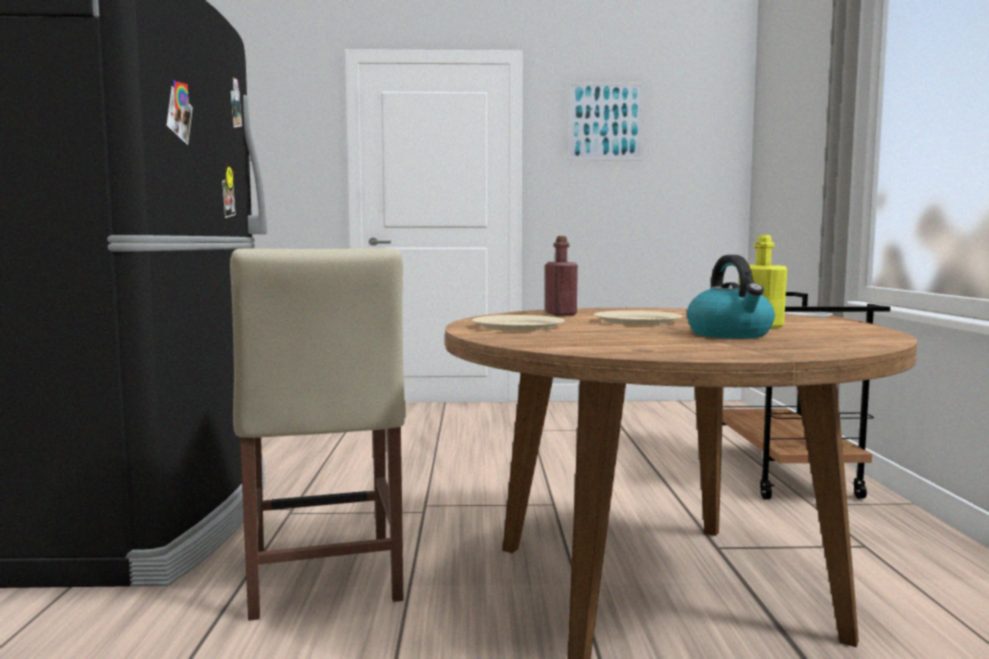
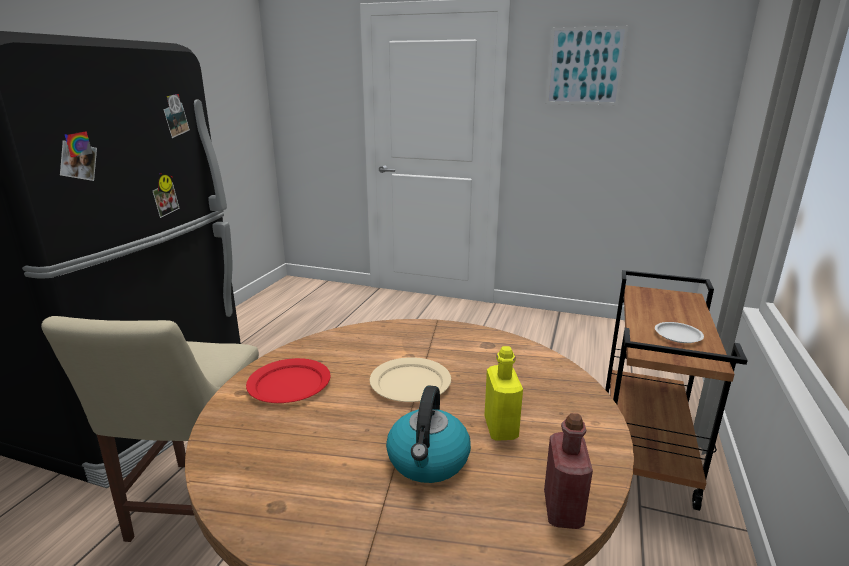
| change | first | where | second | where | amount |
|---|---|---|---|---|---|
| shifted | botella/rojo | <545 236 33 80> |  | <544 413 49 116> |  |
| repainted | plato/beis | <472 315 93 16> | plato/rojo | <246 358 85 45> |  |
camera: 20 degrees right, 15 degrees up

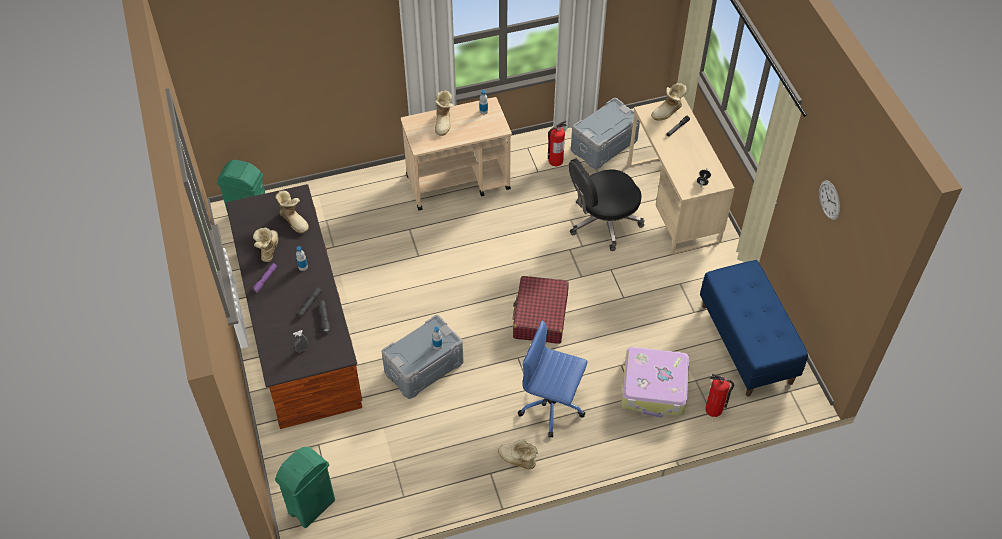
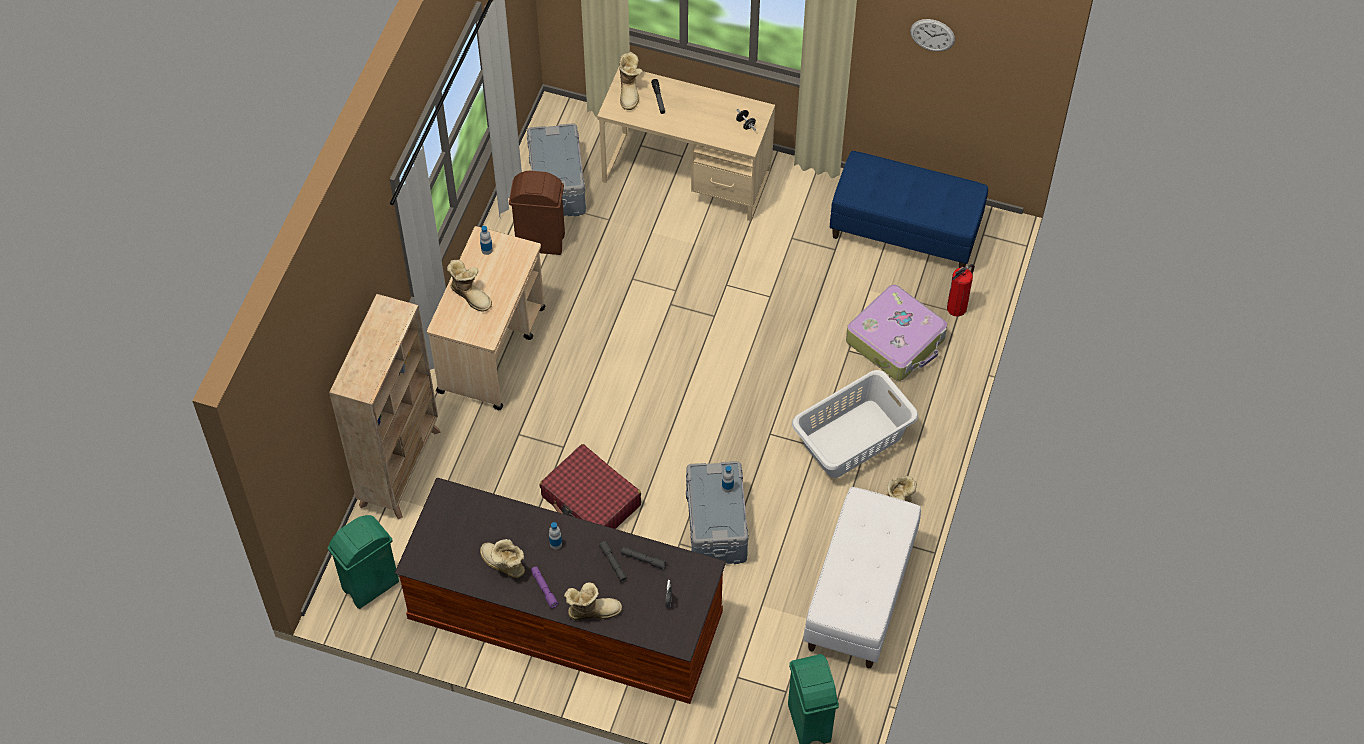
| change | first | where | second | where | amount |
|---|---|---|---|---|---|
| swapped | extintor | <548 120 19 46> | papelera/marrón | <509 171 56 84> |  |
| gone | silla de oficina/negro | <569 159 76 92> |  |  |  |
| shifted | bota | <275 191 34 43> |  | <564 583 58 37> |  |
| shifted | maleta/rojo | <512 276 57 68> |  | <540 444 101 85> |  |
| swapped | silla de oficina/azul | <518 321 70 117> | cesto de la ropa/blanco | <792 370 126 108> |  |
| new |  |  | estantería/beis | <329 294 111 225> |  |
| new |  |  | banco/blanco | <803 487 118 181> |  |
camera: 55 degrees left, 5 degrees up

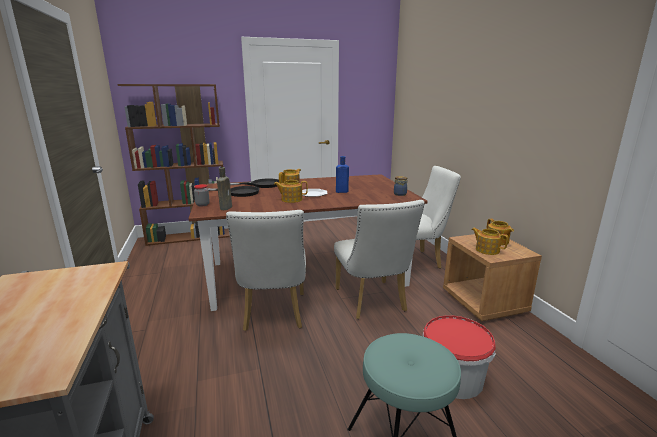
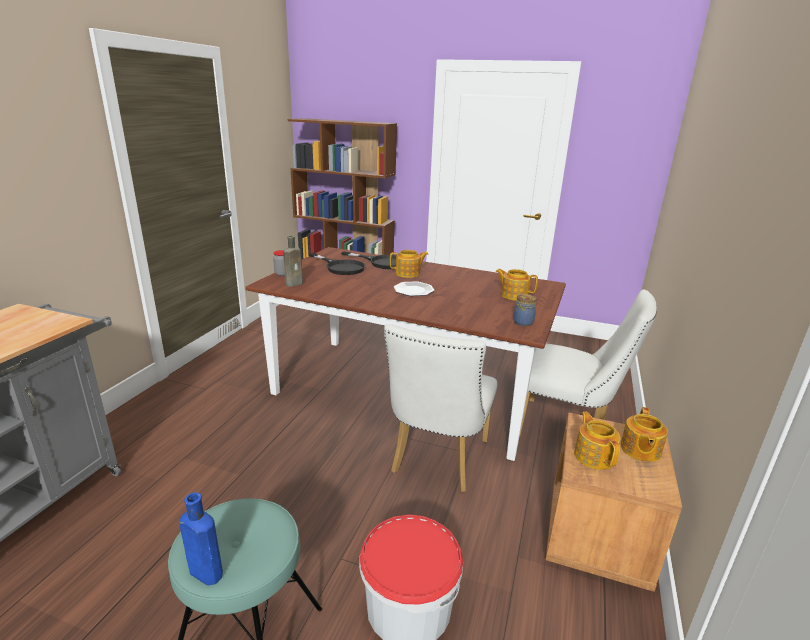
| change | first | where | second | where | amount |
|---|---|---|---|---|---|
| shifted | botella/azul | <336 156 13 37> |  | <179 492 44 94> |  |
| shifted | tetera | <274 180 34 23> |  | <495 269 43 32> |  |
| gone | silla/blanco | <226 210 80 121> |  |  |  |
camera: 35 degrees right, 5 degrees up

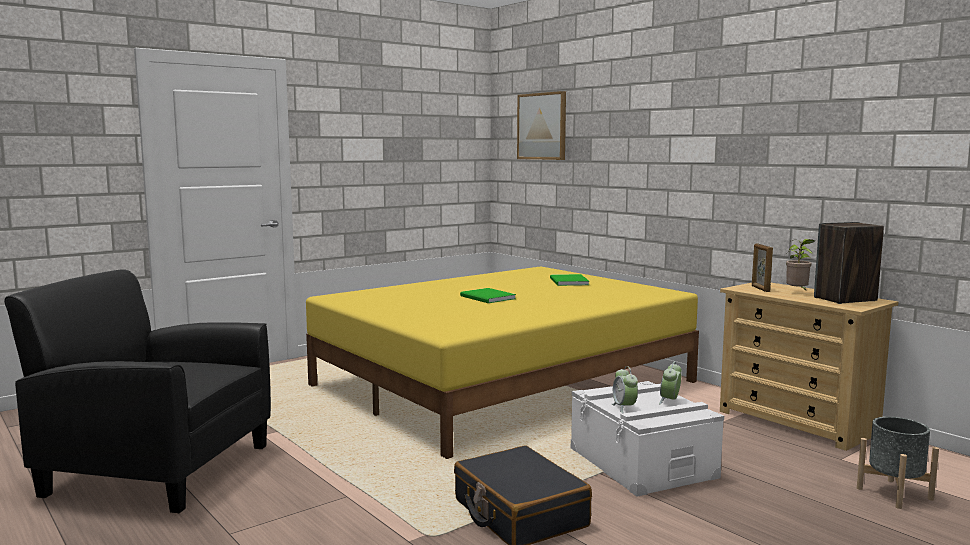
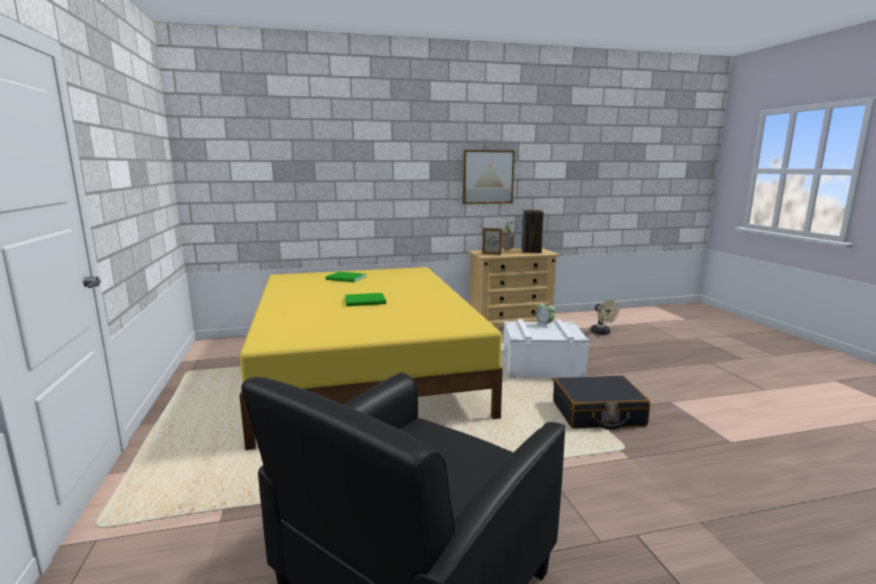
| change | first | where | second | where | amount |
|---|---|---|---|---|---|
| shifted | cuadro | <517 91 49 69> |  | <463 150 52 54> |  |
| gone | despertador | <612 366 26 47> |  |  |  |
| swapped | maceta/gris | <857 417 82 92> | ventilador/beis | <590 299 29 36> |  |
camera: 65 degrees left, 5 degrees up

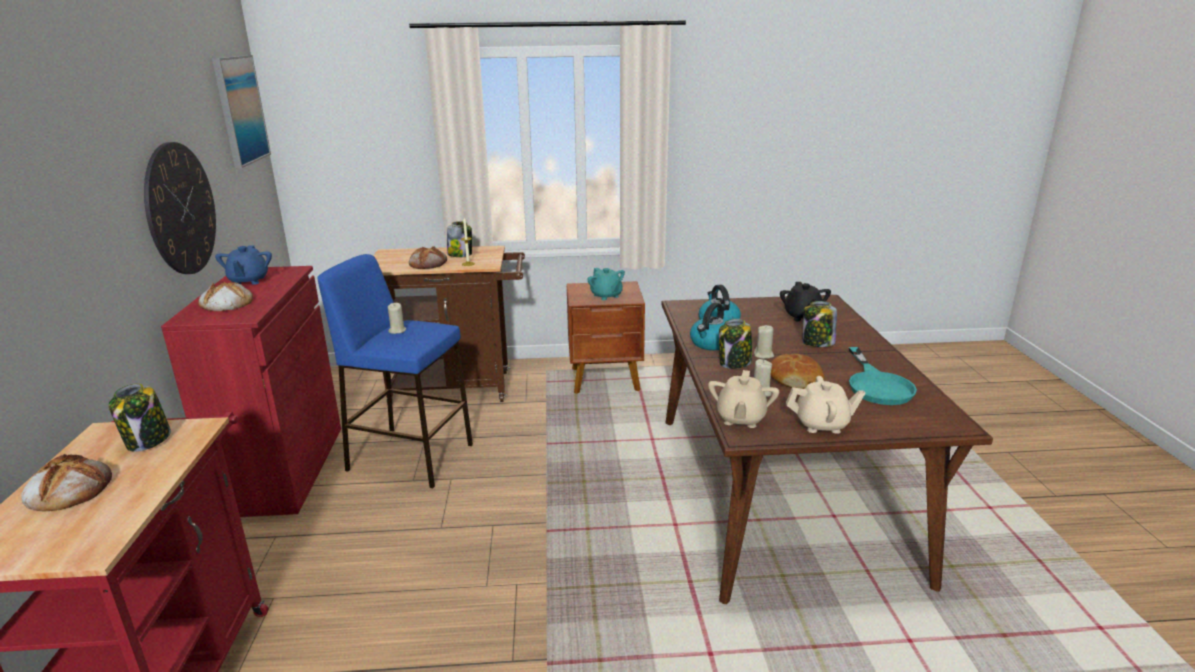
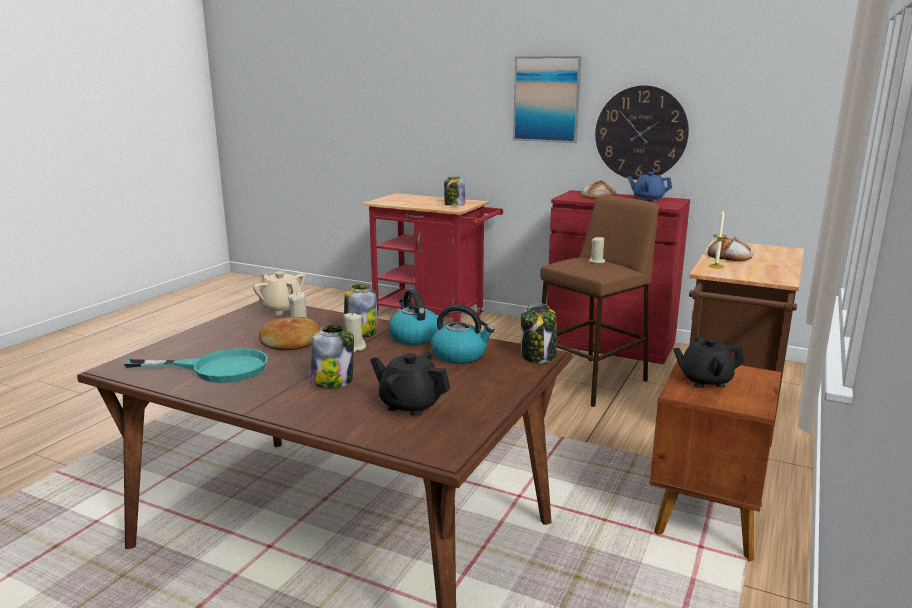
| change | first | where | second | where | amount |
|---|---|---|---|---|---|
| shifted | cuadro | <212 55 59 113> |  | <513 56 69 87> |  |
| shifted | tarro | <447 221 25 36> |  | <521 303 36 60> |  |
| repainted | taburete/azul | <317 254 156 234> | taburete/marrón | <540 196 119 211> |  |
| repainted | tetera/turquesa | <588 268 37 32> | tetera/negro | <673 336 71 52> |  |
| rotated | sartén/turquesa | <849 347 68 58> |  | <124 348 144 35> | 150 degrees clockwise |
| gone | tetera/beis | <786 376 79 58> |  |  |  |
| gone | pan | <21 454 91 57> |  |  |  |
camera: 120 degrees right, 5 degrees down

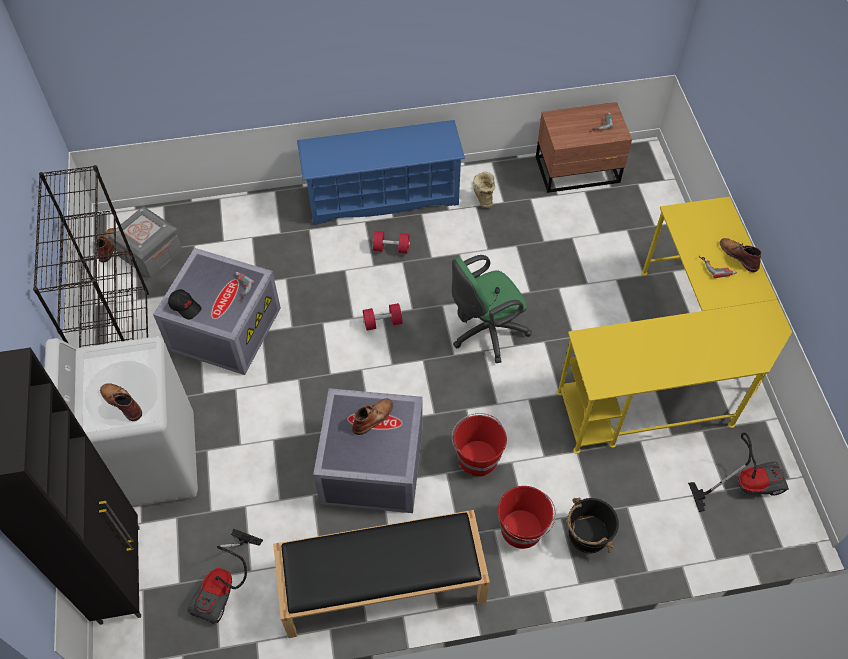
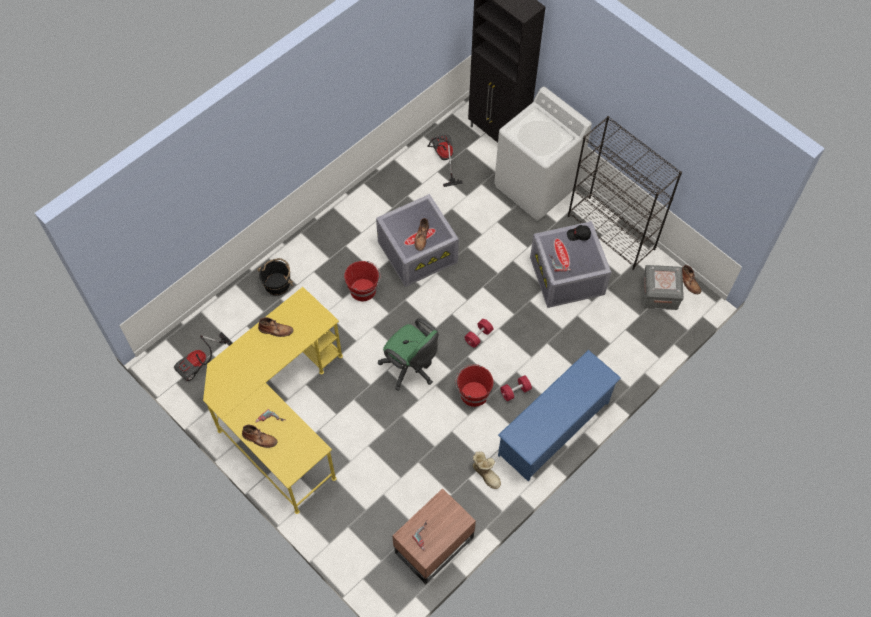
| change | first | where | second | where | amount |
|---|---|---|---|---|---|
| rotated | silla de oficina/verde | <452 255 80 108> |  | <378 318 61 73> | 105 degrees clockwise |
| shifted | bota/marrón | <100 384 42 37> |  | <258 317 35 20> |  |
| shifted | cubo/rojo | <498 486 58 63> |  | <455 364 38 43> |  |
| gone | banco/negro | <273 510 217 128> |  |  |  |
camera: 145 degrees right, 5 degrees up

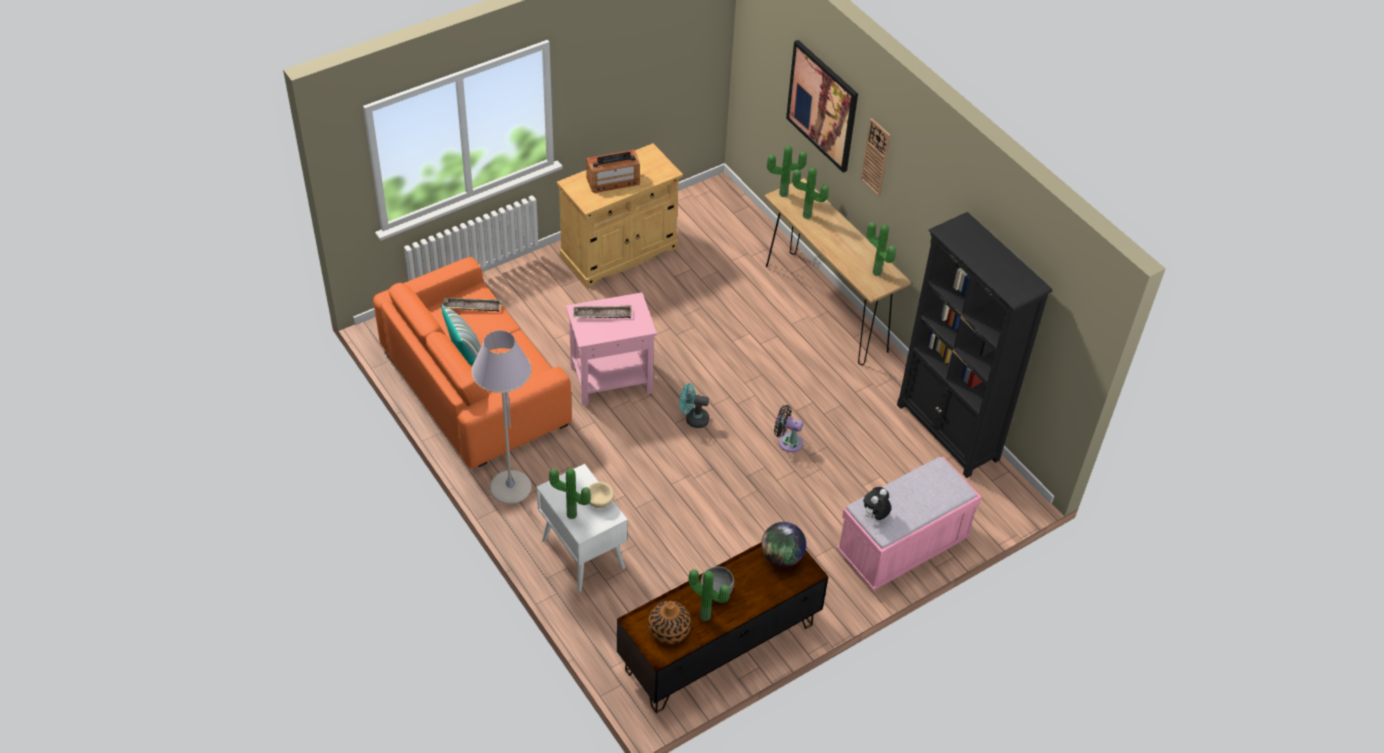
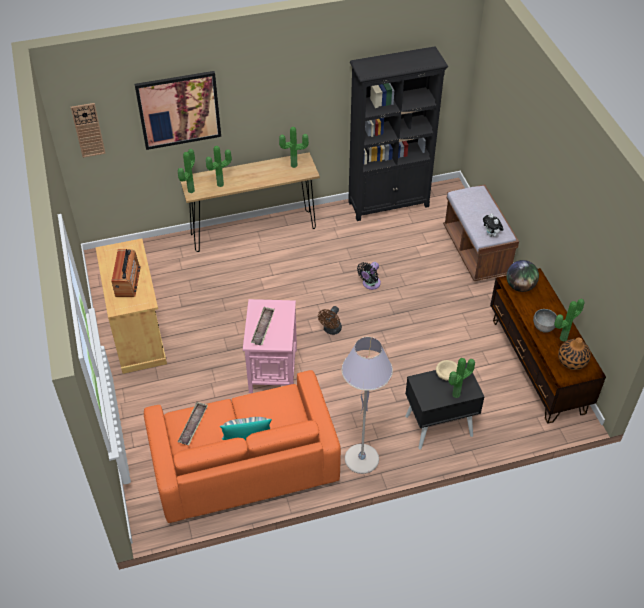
| change | first | where | second | where | amount |
|---|---|---|---|---|---|
| shifted | reloj de pared | <861 118 30 78> |  | <71 103 35 55> |  |
| repainted | ventilador/turquesa | <680 383 29 45> | ventilador/marrón | <318 306 24 29> |  |
| repainted | banco/rosa | <837 457 144 133> | banco/marrón | <443 185 76 96> |  |
| repainted | mesita de noche/blanco | <536 464 92 128> | mesita de noche/negro | <405 363 80 87> |  |
camera: 70 degrees left, 0 degrees up

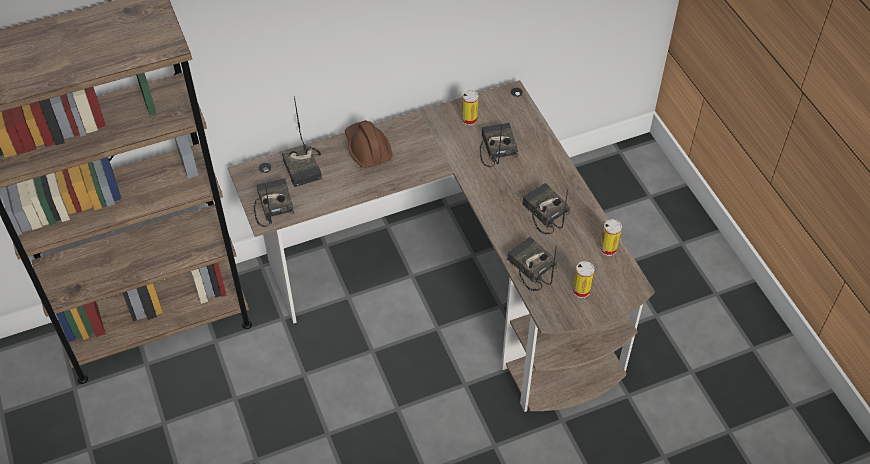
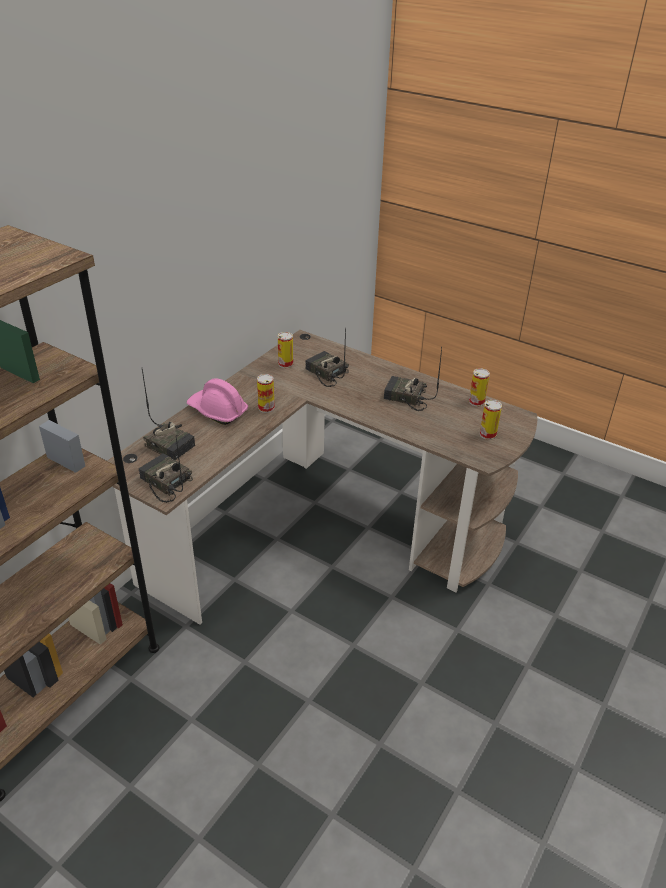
| change | first | where | second | where | amount |
|---|---|---|---|---|---|
| repainted | casco/marrón | <345 120 47 48> | casco/rosa | <187 378 61 47> |  |
| gone | radio | <507 237 51 54> |  |  |  |
| new |  |  | lata | <257 374 18 39> |  |
camera: 35 degrees left, 15 degrees down

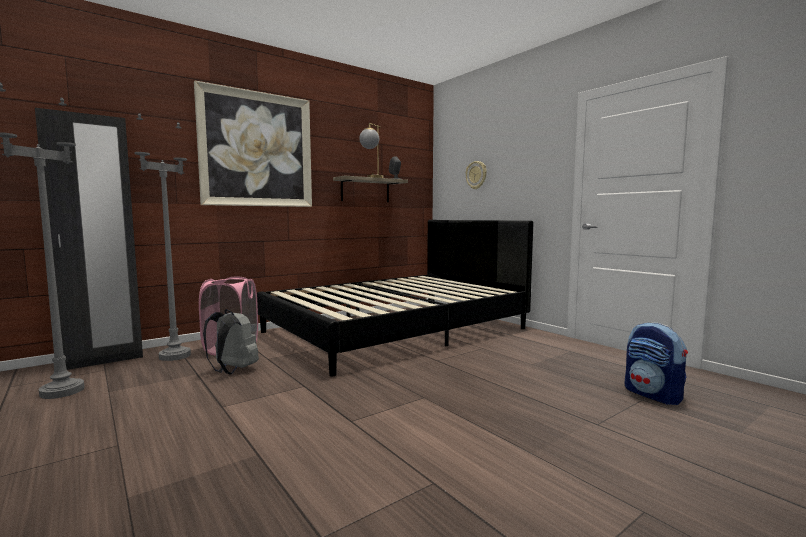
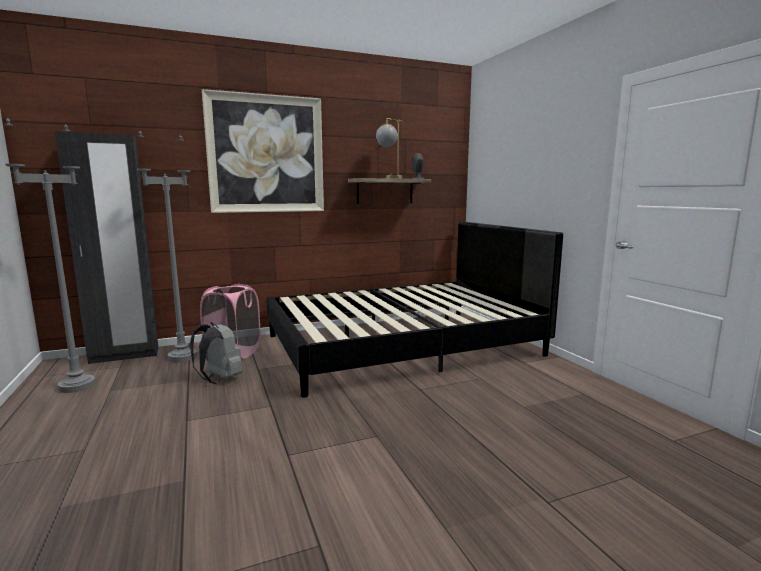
| change | first | where | second | where | amount |
|---|---|---|---|---|---|
| gone | reloj de pared | <466 161 21 28> |  |  |  |
| gone | mochila | <624 322 64 83> |  |  |  |
camera: 15 degrees right, 5 degrees up

